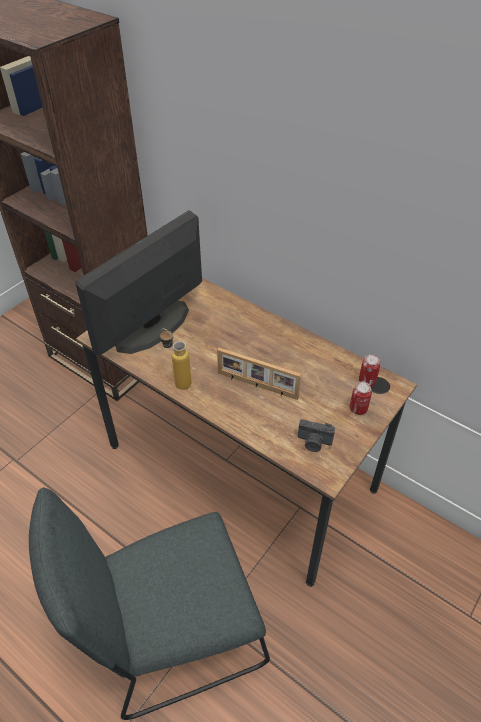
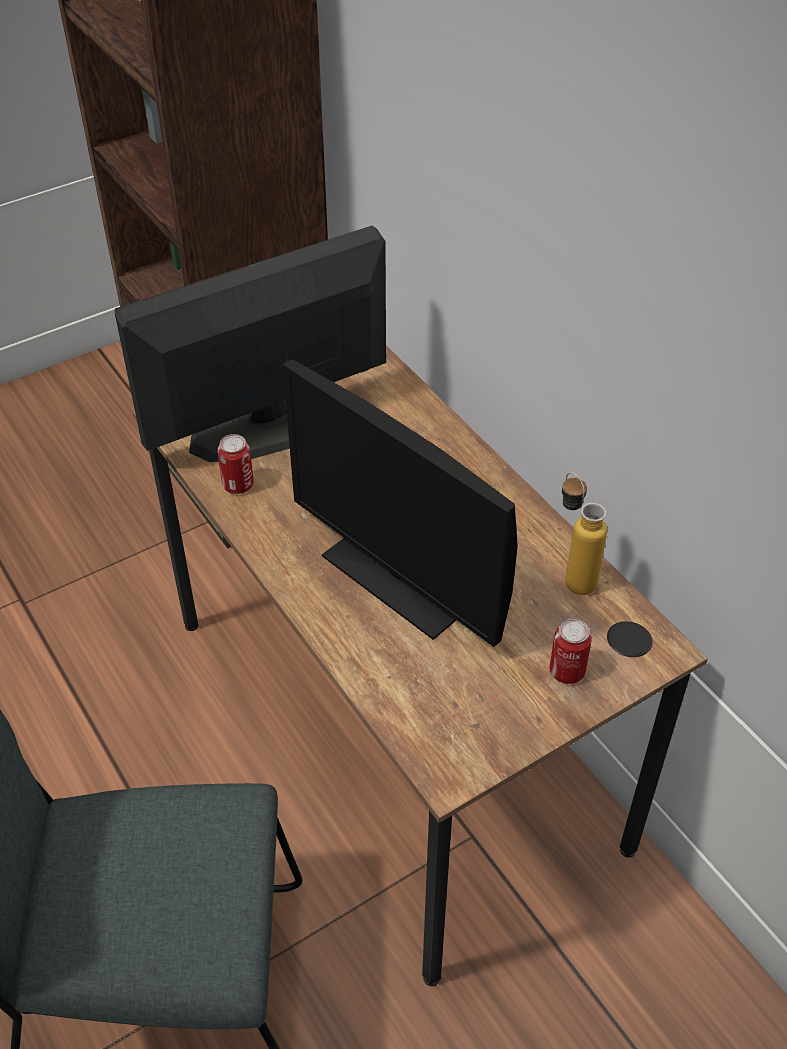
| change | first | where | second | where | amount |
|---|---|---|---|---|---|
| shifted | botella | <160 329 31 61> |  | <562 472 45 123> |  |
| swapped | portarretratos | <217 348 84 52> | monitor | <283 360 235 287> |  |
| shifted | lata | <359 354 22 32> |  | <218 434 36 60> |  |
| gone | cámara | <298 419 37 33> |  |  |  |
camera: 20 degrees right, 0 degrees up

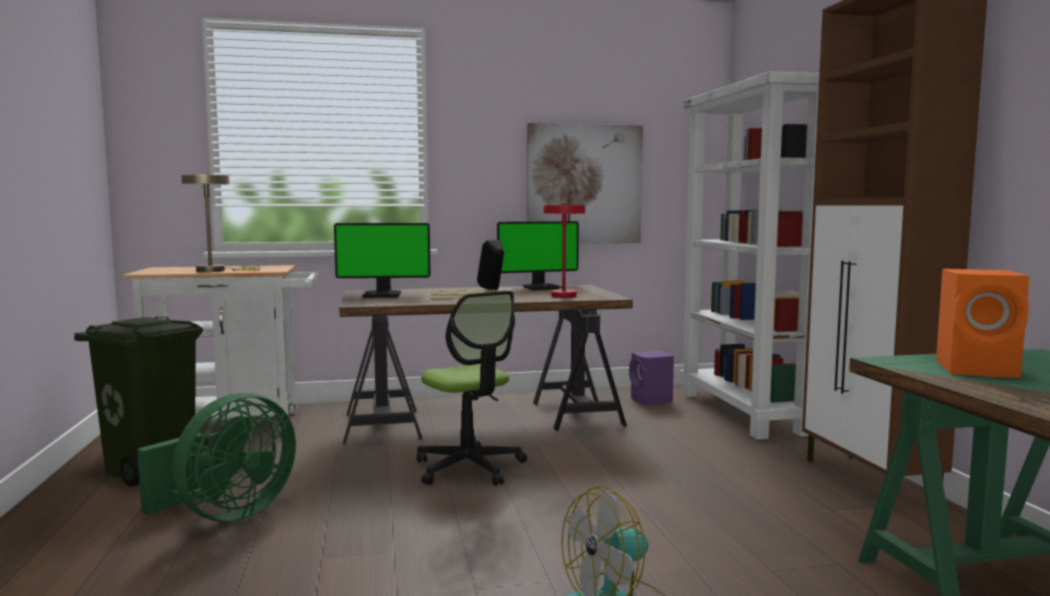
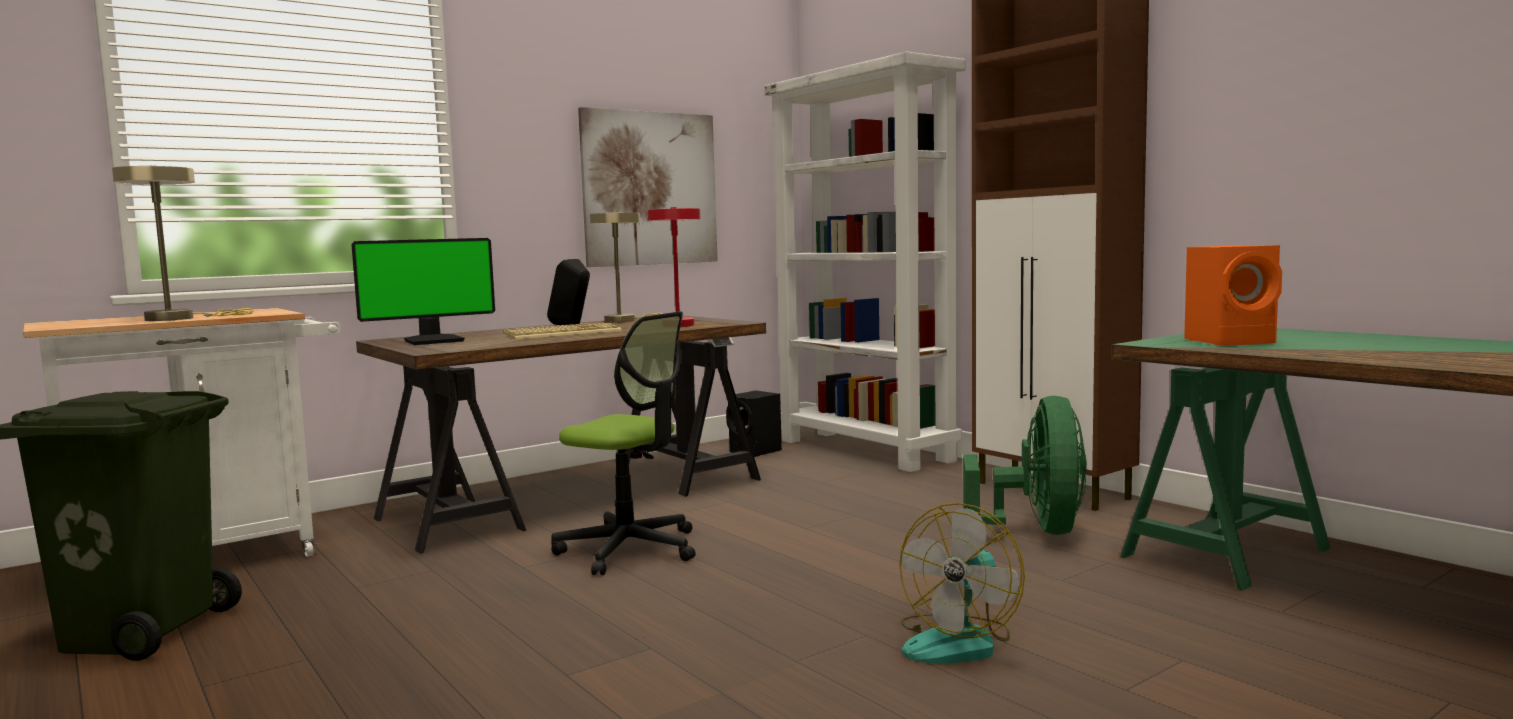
| change | first | where | second | where | amount |
|---|---|---|---|---|---|
| swapped | monitor | <497 221 82 69> | lámpara de mesa/beis | <590 211 72 112> |  |
| repainted | altavoz/morado | <629 351 45 54> | altavoz/negro | <726 391 56 66> |  |
| shifted | ventilador/verde | <137 393 159 129> |  | <963 396 124 139> |  |
camera: 25 degrees left, 0 degrees up

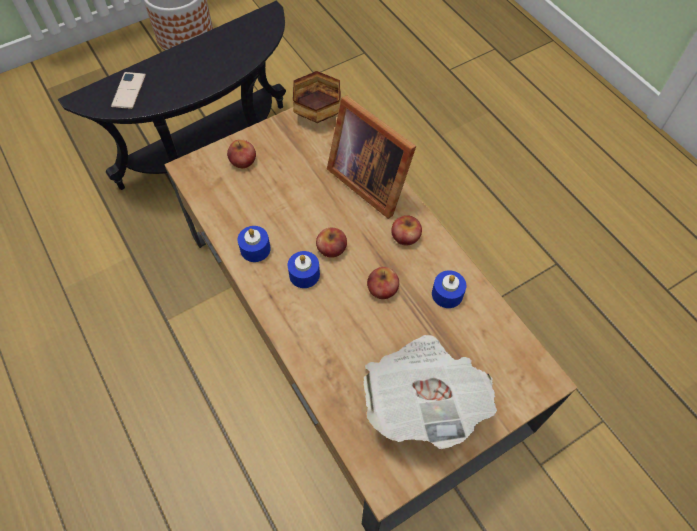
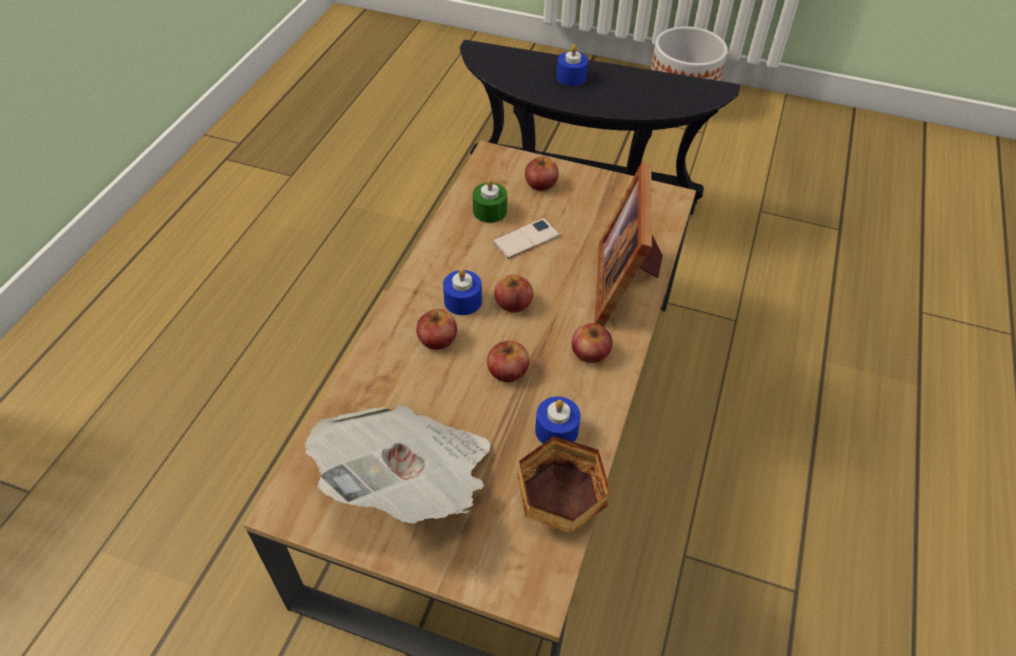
| change | first | where | second | where | amount |
|---|---|---|---|---|---|
| shifted | cuenco | <293 71 48 52> |  | <517 436 93 98> |  |
| shifted | móvil | <111 72 35 37> |  | <492 218 68 41> |  |
| shifted | vela/azul | <237 226 34 36> |  | <557 44 31 42> |  |
| new |  |  | vela/verde | <473 178 34 45> |  |
| new |  |  | manzana | <416 309 41 41> |  |
camera: 50 degrees right, 10 degrees down

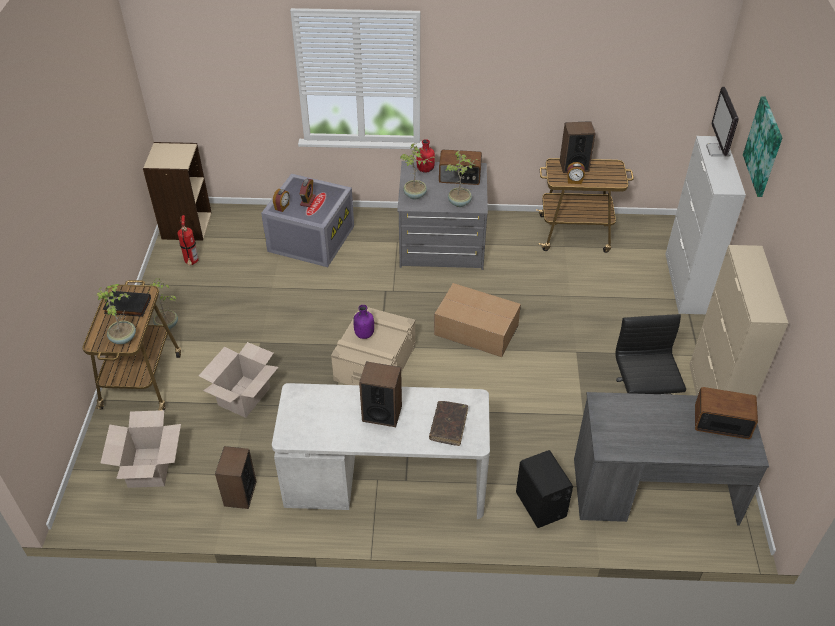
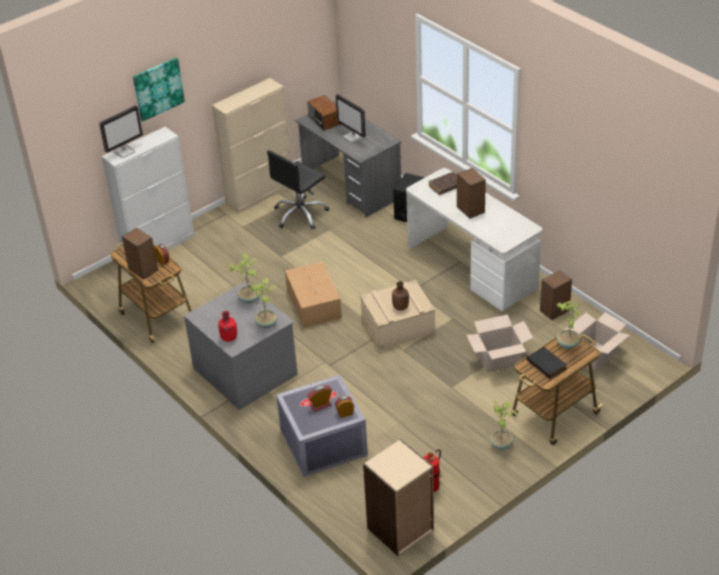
| change | first | where | second | where | amount |
|---|---|---|---|---|---|
| gone | radio | <439 150 43 35> |  |  |  |
| repainted | botella/morado | <353 305 21 34> | botella/marrón | <392 281 17 29> |  |
| new |  |  | monitor | <336 94 30 49> |  |
camera: 130 degrees left, 5 degrees down

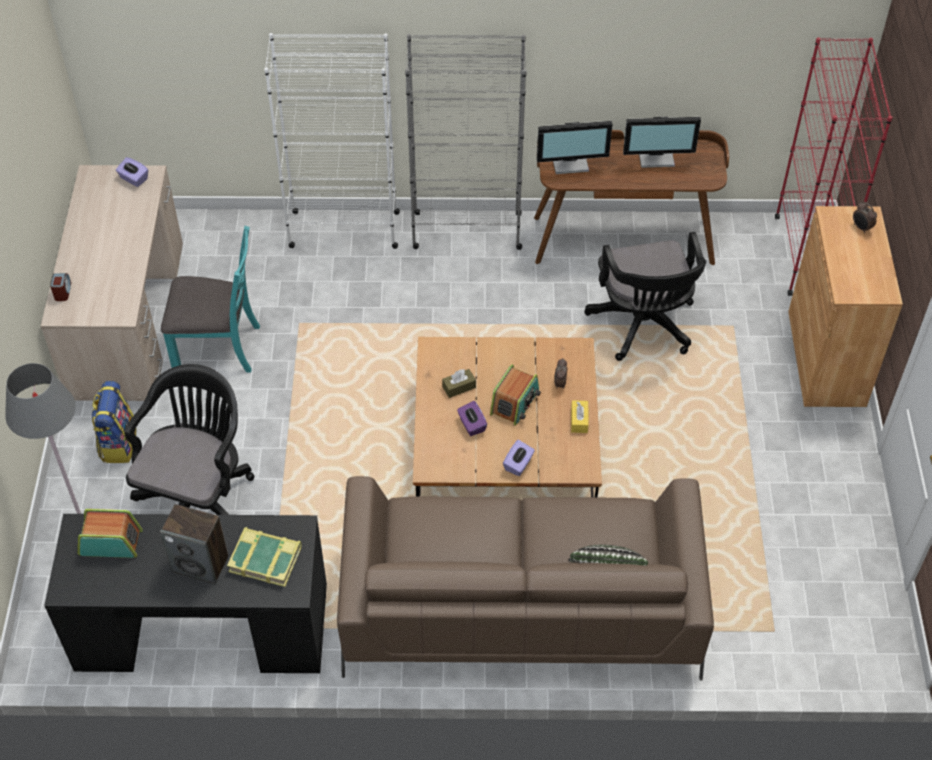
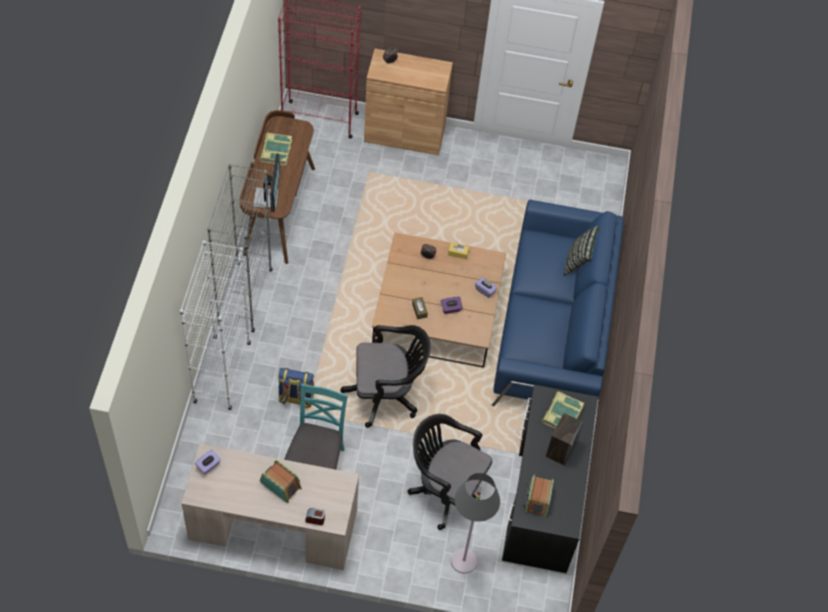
| change | first | where | second | where | amount |
|---|---|---|---|---|---|
| swapped | monitor | <623 117 78 51> | libro | <259 133 33 33> |  |
| shifted | silla de oficina/negro | <584 232 122 129> |  | <340 325 91 103> |  |
| shifted | radio | <490 364 51 62> |  | <260 460 42 43> |  |
| shifted | mochila | <91 381 45 82> |  | <278 368 36 40> |  |
| repainted | sofá/marrón | <337 476 377 205> | sofá/azul | <492 200 132 206> |  |
camera: 85 degrees left, 5 degrees up

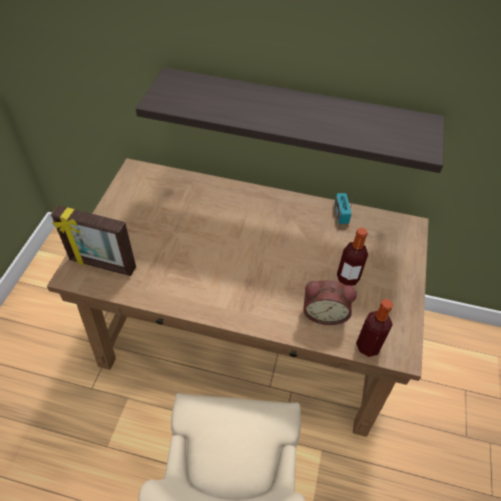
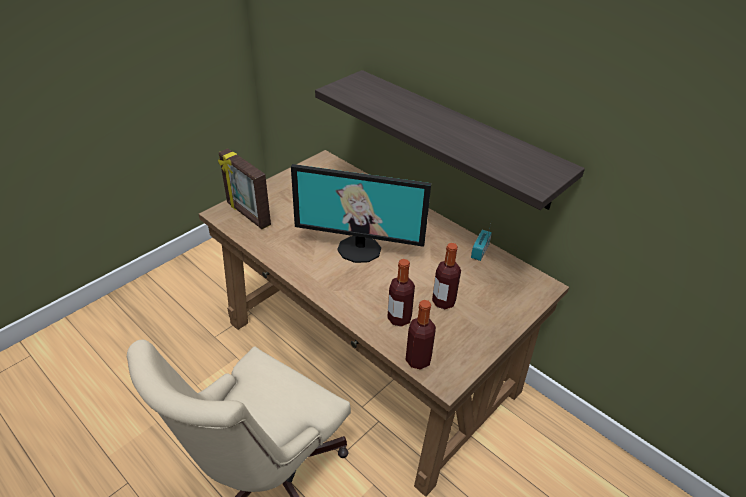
| change | first | where | second | where | amount |
|---|---|---|---|---|---|
| swapped | despertador | <303 280 54 45> | botella | <387 259 28 68> |  |
| new |  |  | monitor | <291 164 140 99> |  |
camera: 30 degrees right, 10 degrees down

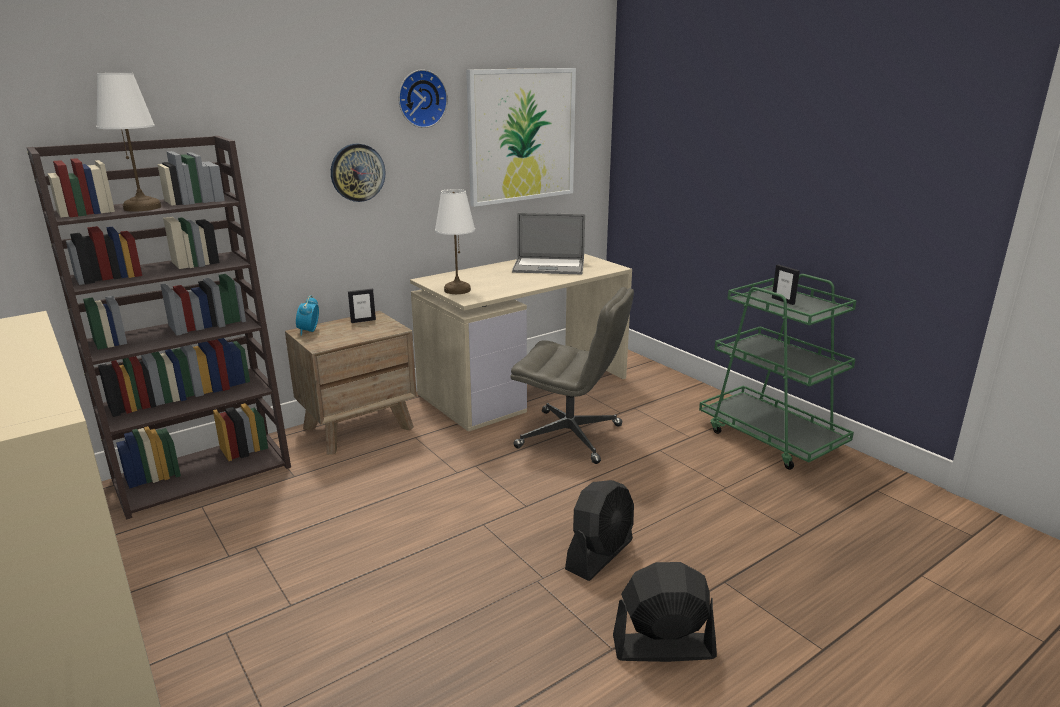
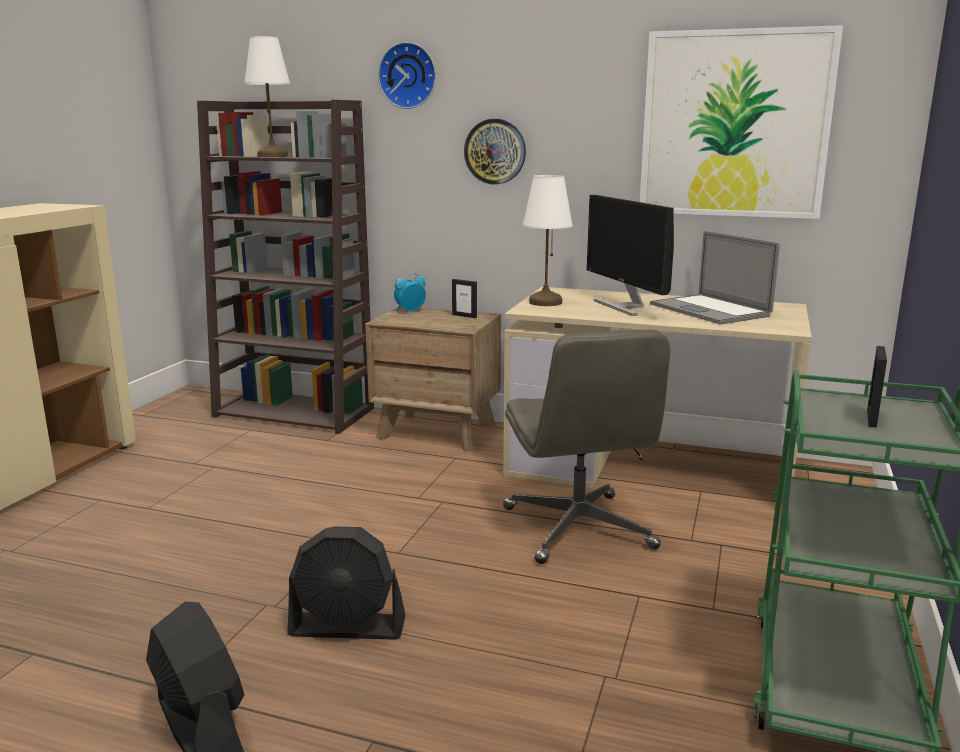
| change | first | where | second | where | amount |
|---|---|---|---|---|---|
| shifted | reloj de pared | <398 69 50 59> |  | <378 42 58 67> |  |
| new |  |  | monitor | <587 195 87 121> |  |
camera: 55 degrees right, 5 degrees down

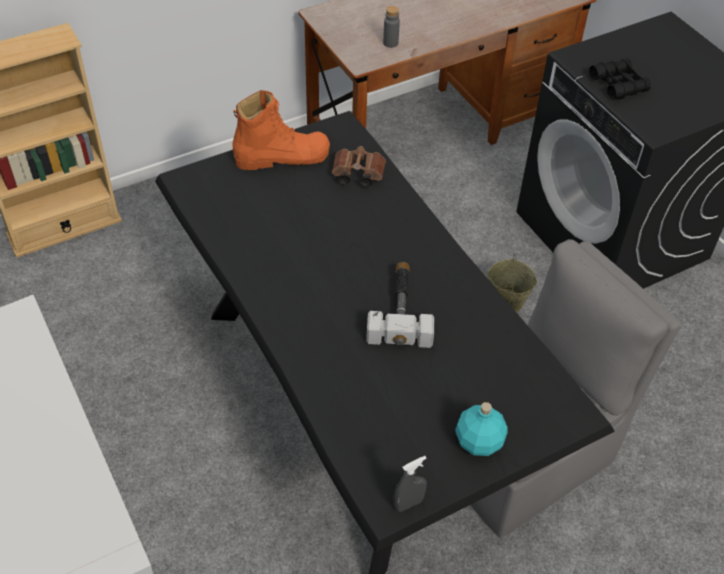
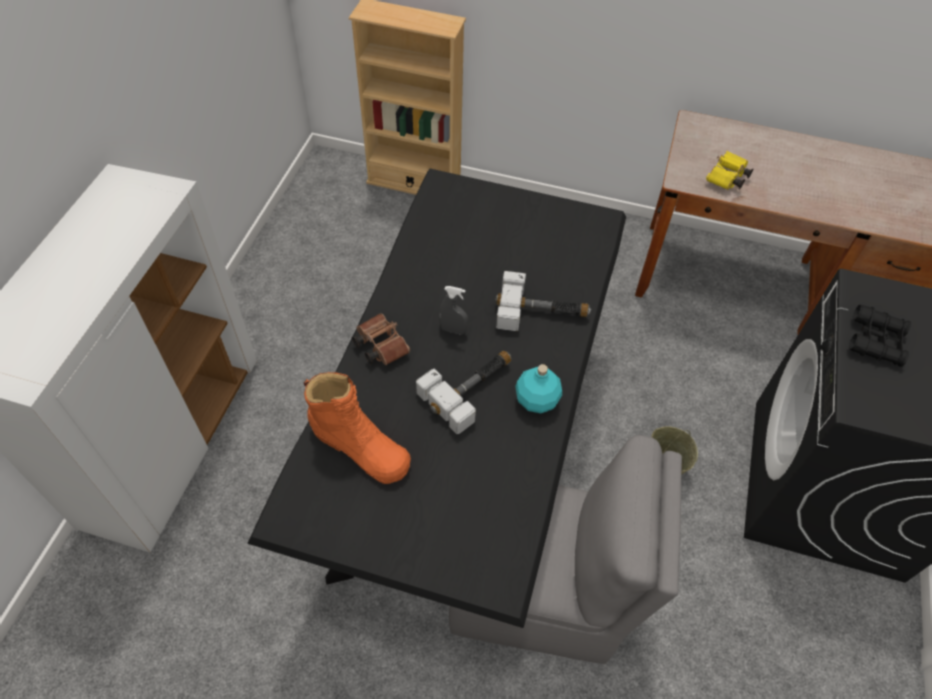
| change | first | where | second | where | amount |
|---|---|---|---|---|---|
| swapped | botella/gris | <383 6 17 42> | prismáticos/amarillo | <706 151 47 39> |  |
| shifted | bota/naranja | <232 90 98 80> |  | <303 372 108 112> |  |
| shifted | prismáticos/marrón | <332 146 54 41> |  | <352 314 58 51> |  |
| shifted | botella/turquesa | <455 402 53 54> |  | <515 364 47 49> |  |
| shifted | pulverizador/gris | <393 456 34 56> |  | <439 286 29 49> |  |
| new |  |  | martillo | <495 271 96 60> |  |
camera: 45 degrees right, 5 degrees up

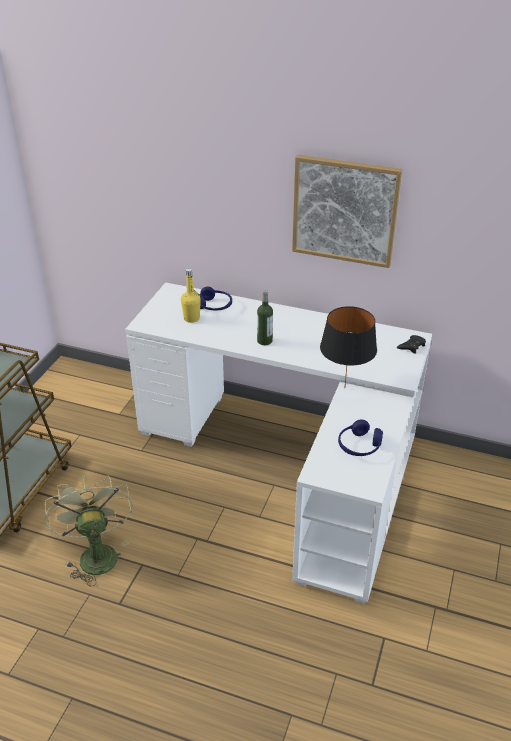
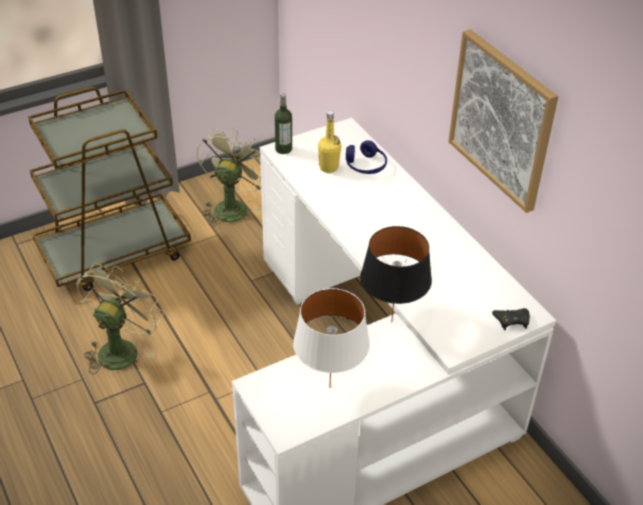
| change | first | where | second | where | amount |
|---|---|---|---|---|---|
| shifted | botella | <257 290 16 55> |  | <275 93 17 61> |  |
| swapped | auriculares/azul | <338 419 45 37> | lámpara de mesa/blanco | <293 288 77 100> |  |
| new |  |  | ventilador/verde | <196 128 66 98> |  |
camera: 40 degrees right, 5 degrees up

